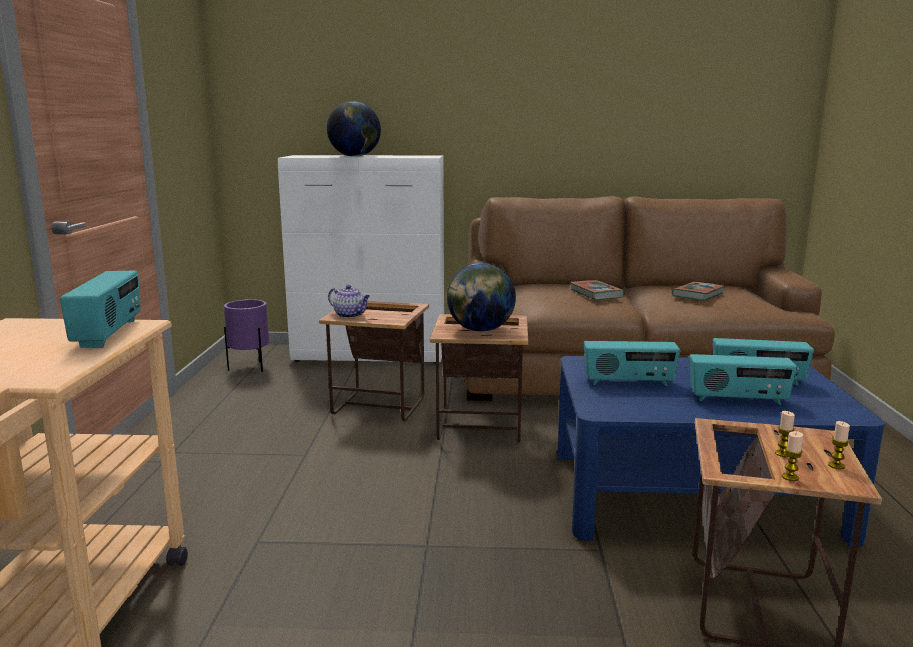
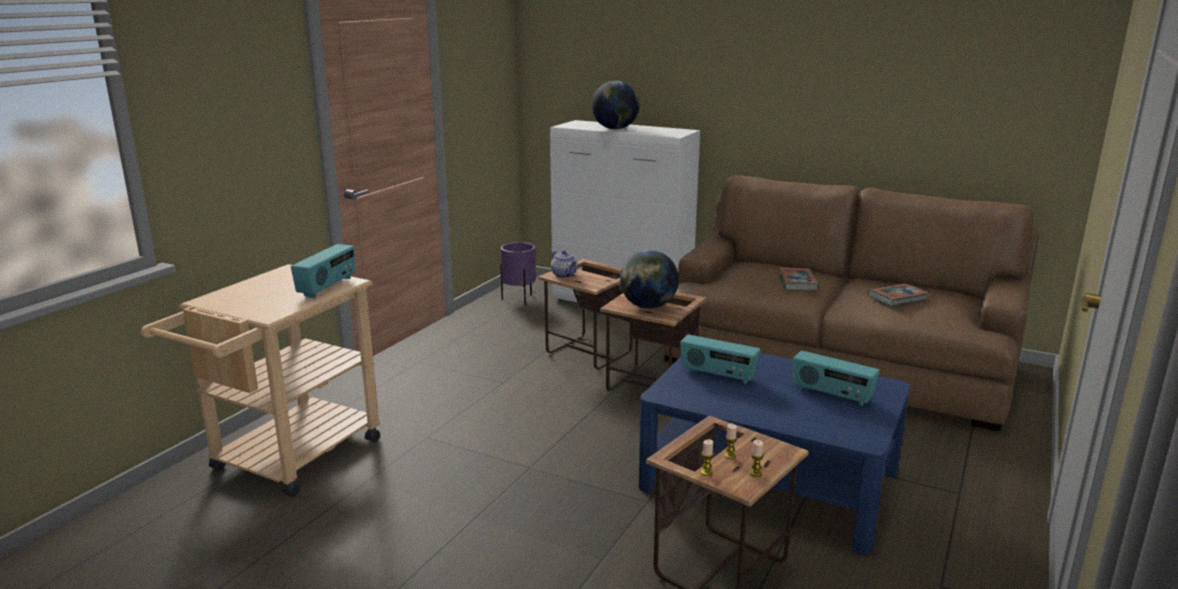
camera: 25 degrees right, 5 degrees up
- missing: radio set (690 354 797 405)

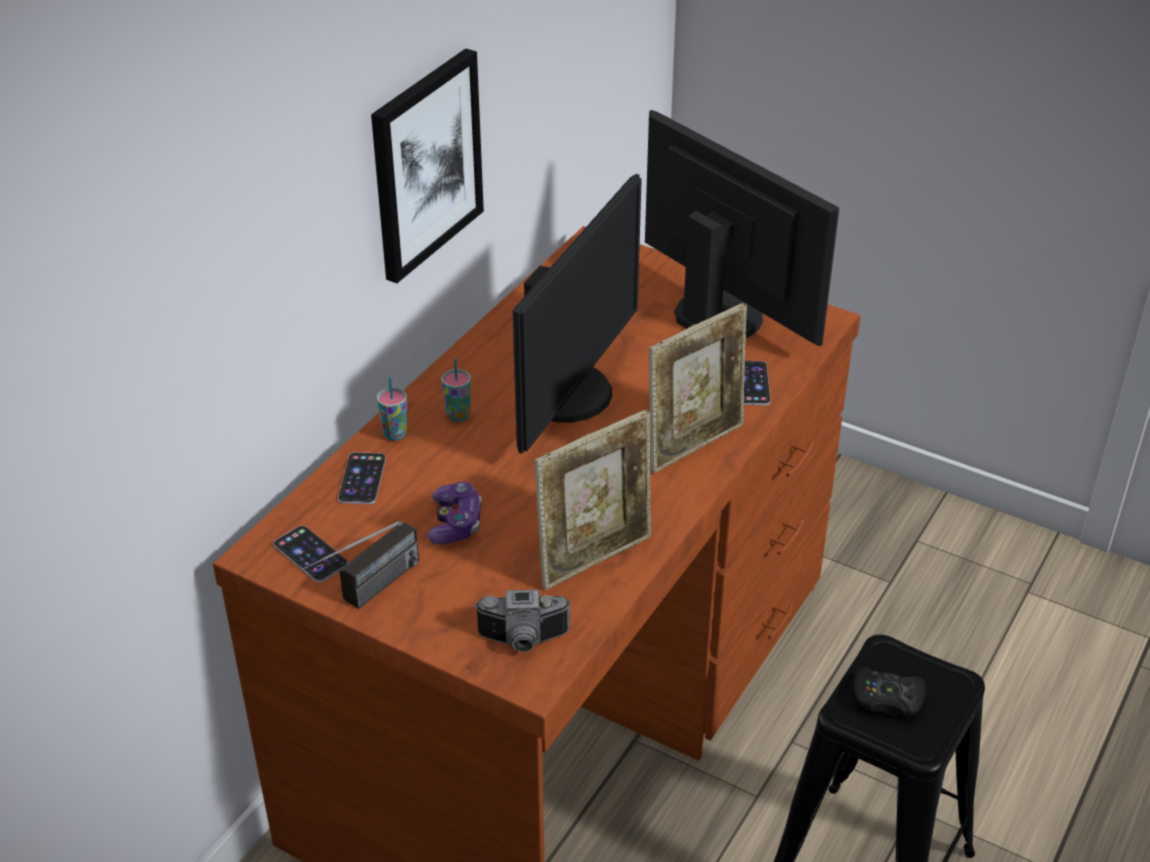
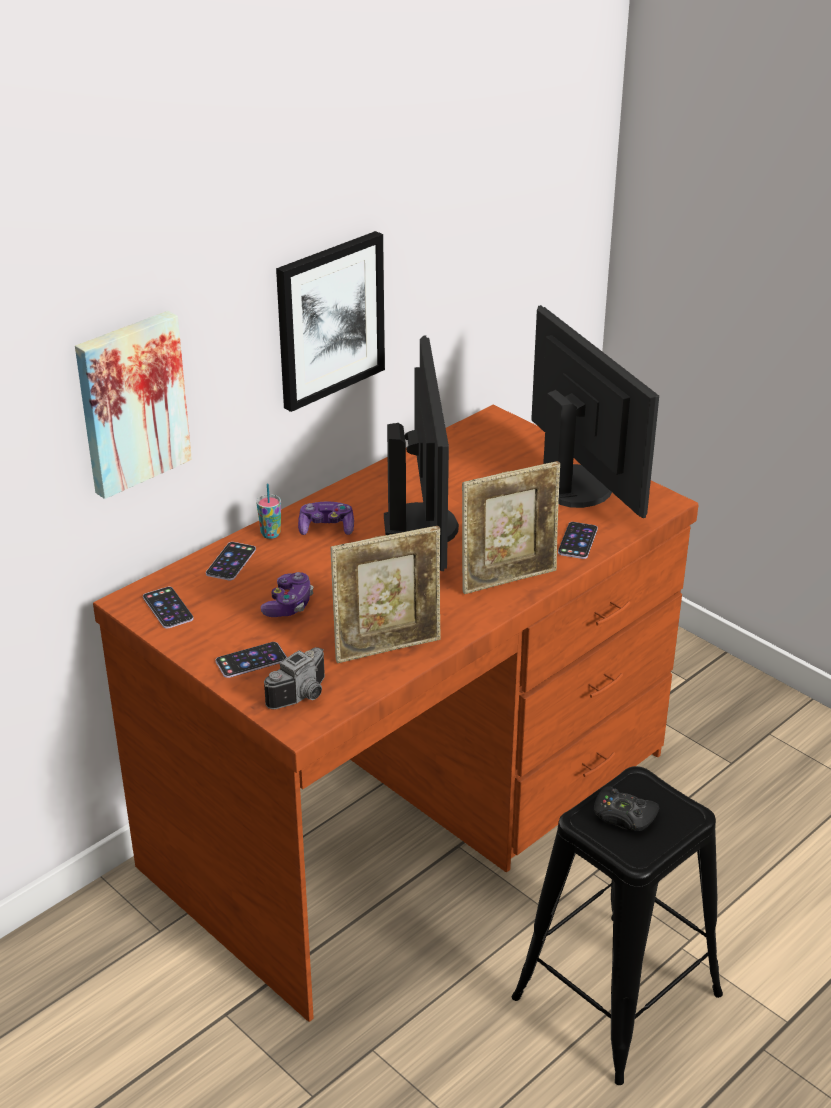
camera: 15 degrees right, 5 degrees down
- missing: radio set (300 521 419 609)
- appeared: wall art (75 311 192 499)
- appeared: phone (215 642 287 678)
- exchanged: cup (441 358 471 421) to game controller (298 502 354 535)
- spun: still camera (474 590 571 652) = (264 647 325 709) 60 degrees counterclockwise
- spun: computer display (513 174 642 454) = (384 335 459 571) 45 degrees counterclockwise

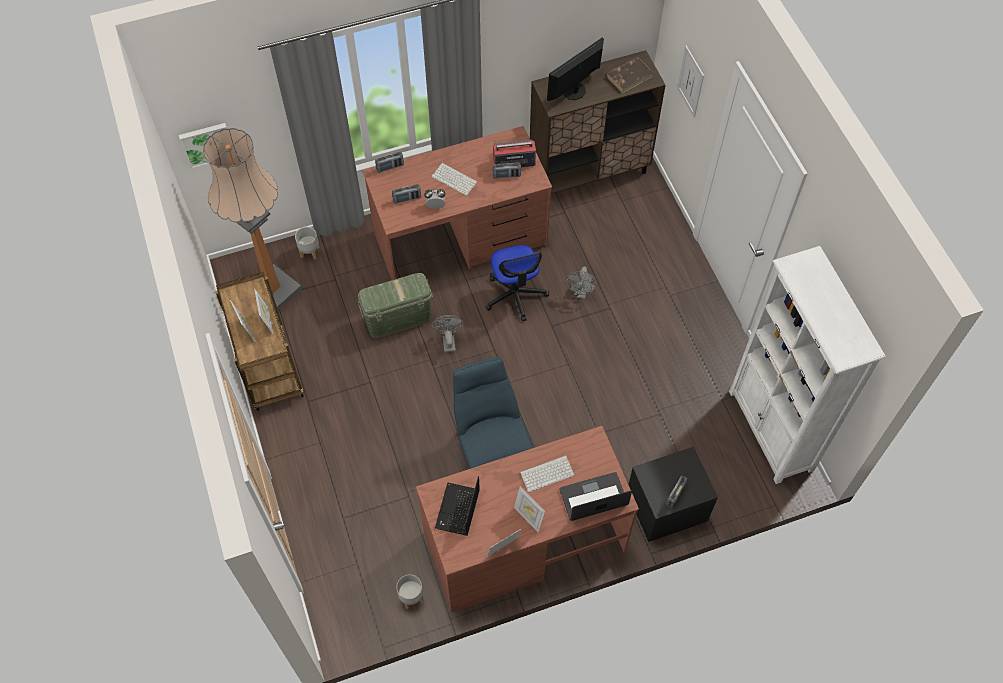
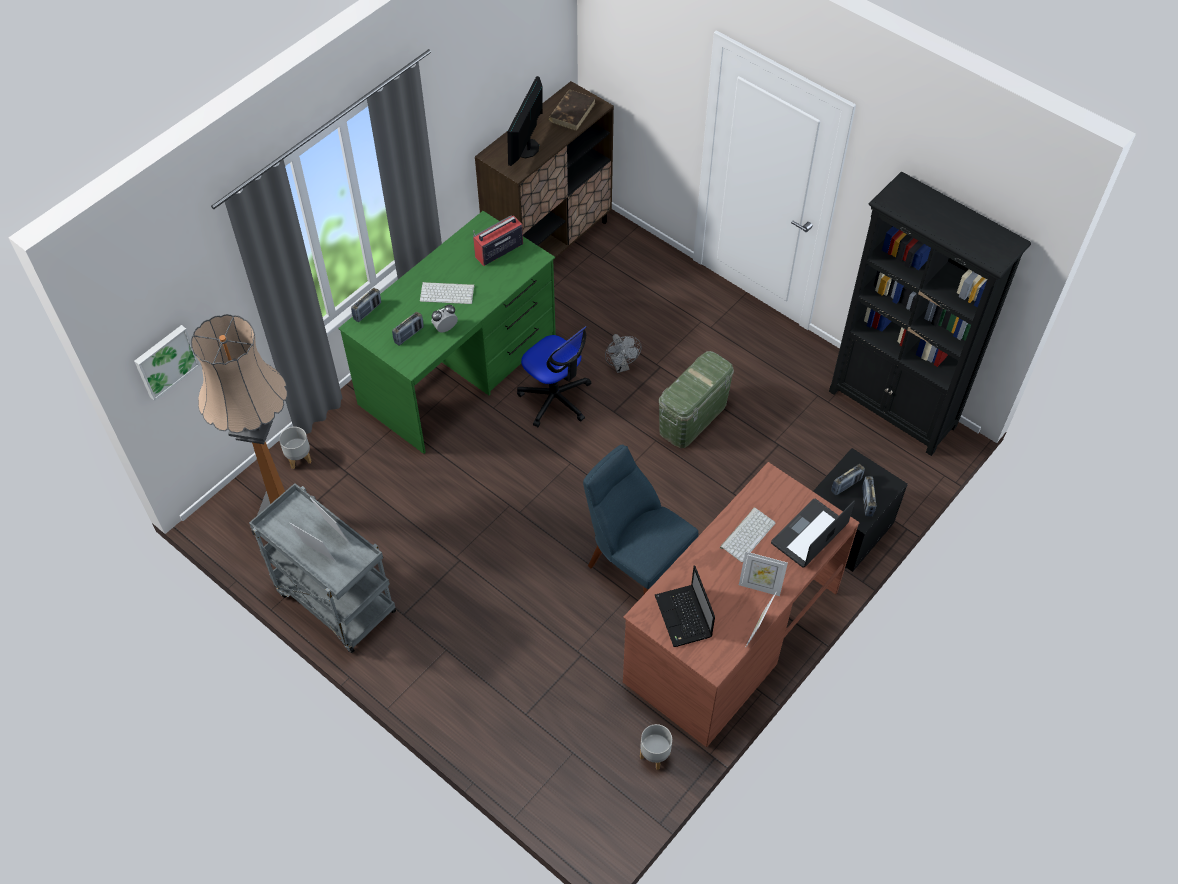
camera: 30 degrees left, 5 degrees down
- missing: cooling fan/greyish (430 315 464 353)
- missing: wall art (677 45 704 117)
- relocated: storage container/greenish (357 273 434 338) to (659 351 734 448)
- relocated: radio set (493 162 521 178) to (831 464 865 496)
- colour: wheeled cart/brownish (215 272 304 411) to wheeled cart/greyish (249 483 396 653)
- colour: desk unit/brownish (362 126 552 280) to desk unit/greenish (338 211 556 454)
- colour: bookcase/whitish (729 246 885 484) to bookcase/black (829 172 1031 456)

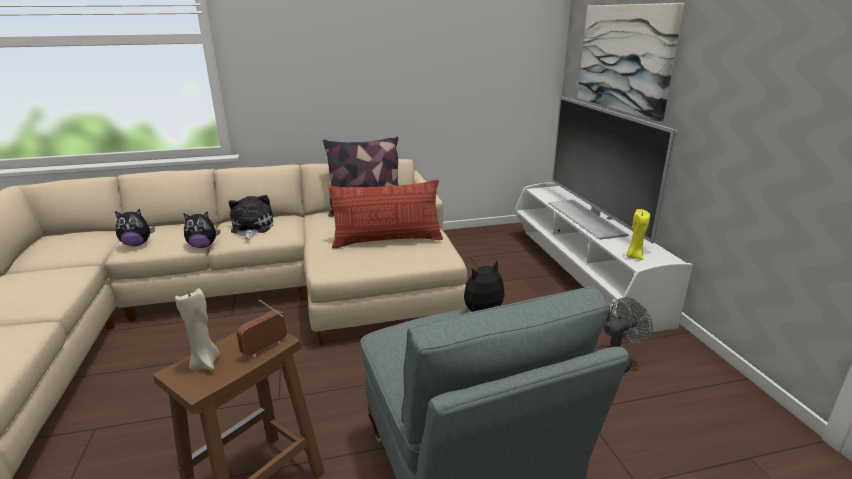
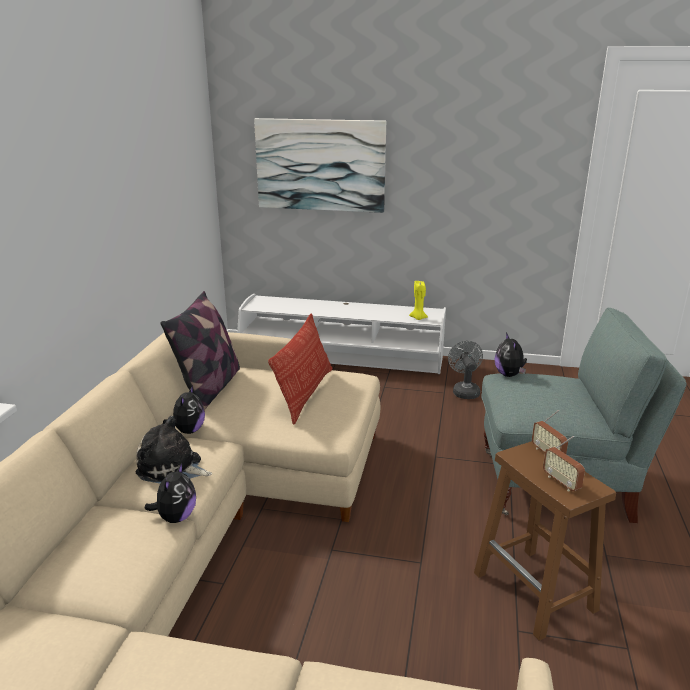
camera: 65 degrees left, 0 degrees up
- missing: television (549 96 677 243)
- relocated: cuddly toy (115 209 155 246) to (163 385 205 434)
- exchanged: wax candle/beige-coloured (175 289 220 370) to radio set (543 436 585 492)

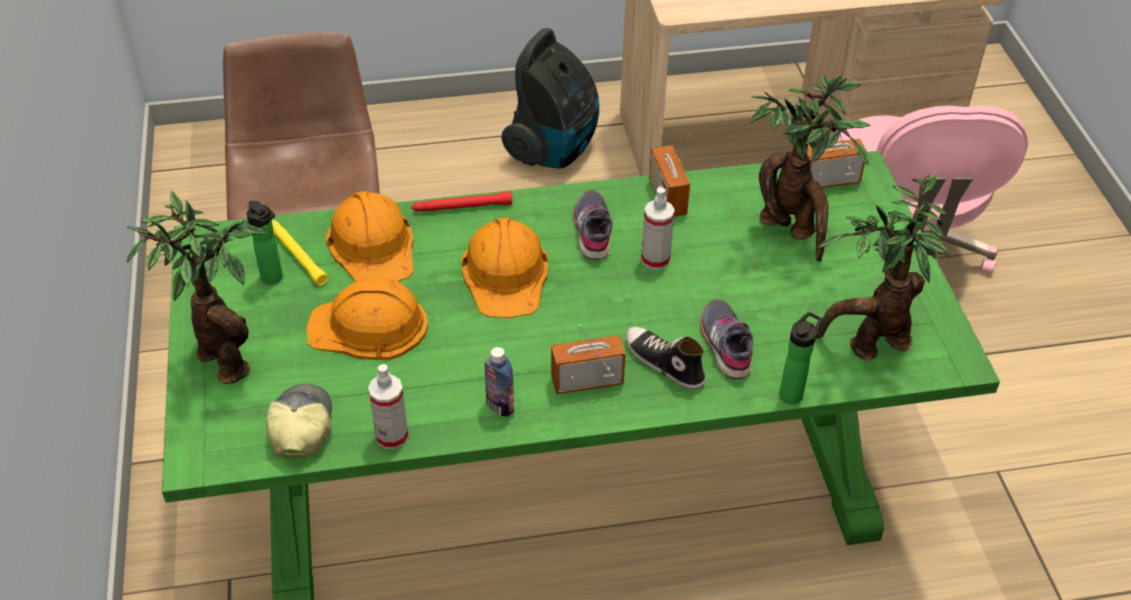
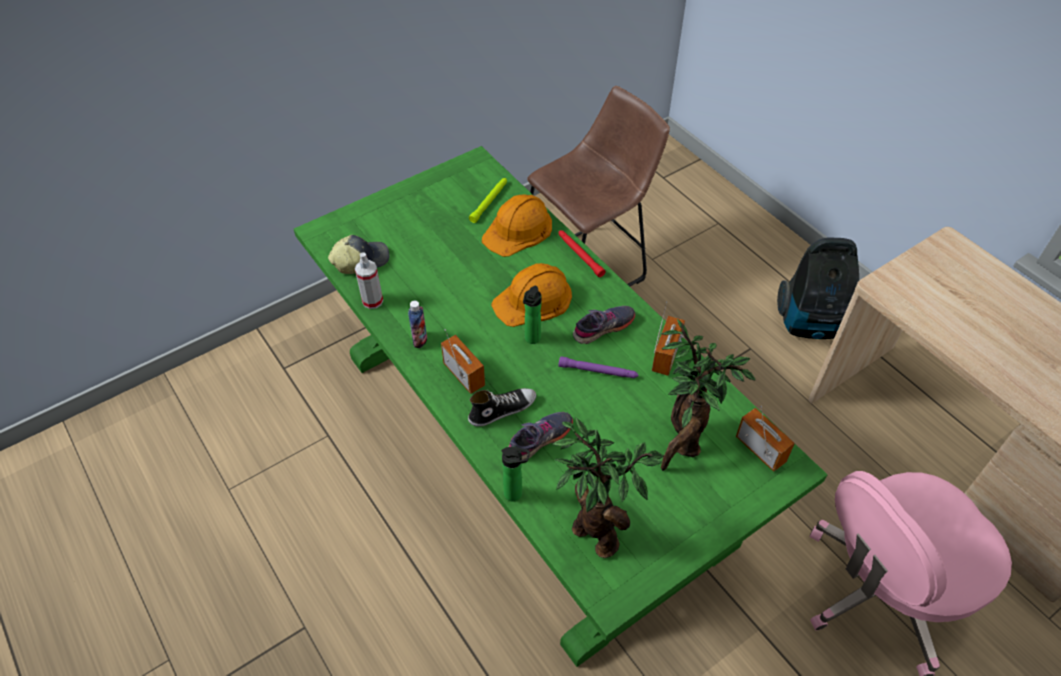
camera: 65 degrees right, 5 degrees up
- missing: houseplant (127 191 266 384)
- missing: safety helmet/orange-coloured (307 278 428 360)
- relocated: beverage bottle (246 201 283 284) to (523 286 541 344)
- exchanged: hand sprayer (641 187 675 270) to torch/purple-coloured (559 356 639 378)
- colour: torch/yellow-coloured (272 220 328 285) to torch/greenish (469 178 507 223)
- spun: low shoe (625 327 705 390) = (468 388 536 427) 45 degrees clockwise
- spun: radio set (649 133 691 217) = (652 301 685 376) 150 degrees clockwise

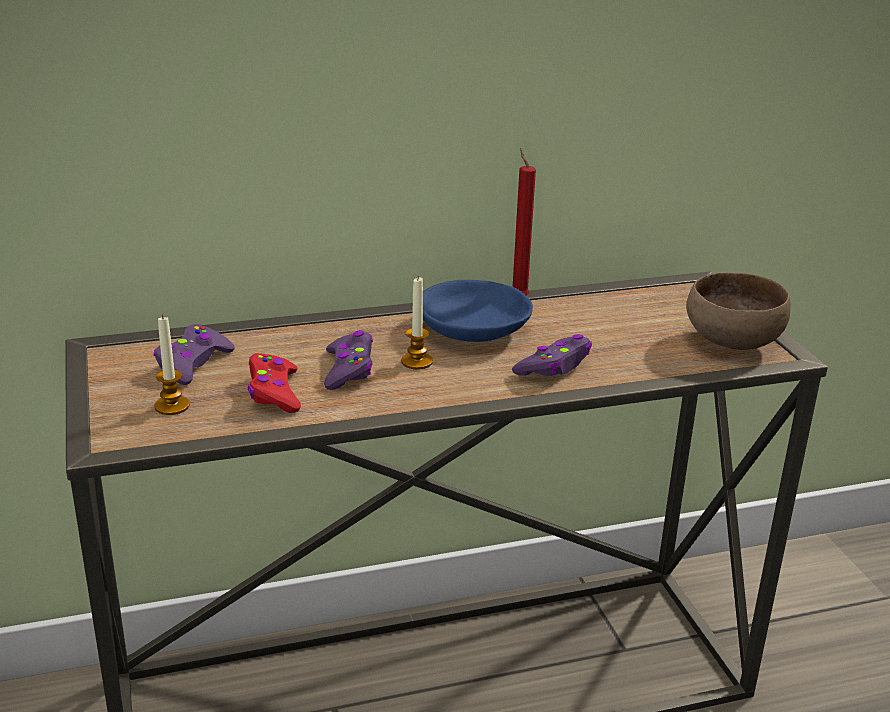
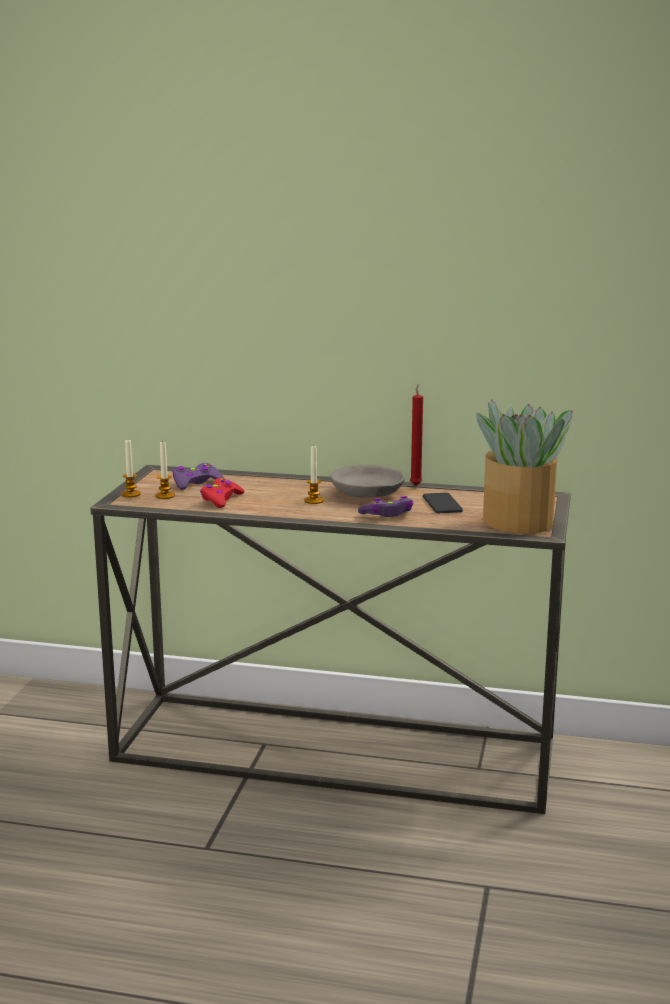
camera: 30 degrees right, 10 degrees down
- missing: game controller/purple-coloured (324 330 373 390)
- appeared: wax candle (121 440 141 498)
- appeared: phone (423 493 463 513)
- exchanged: bowl/brownish (686 273 790 350) to houseplant (477 399 573 534)
- colour: bowl/bluish (423 280 533 342) to bowl/greyish (330 465 405 498)

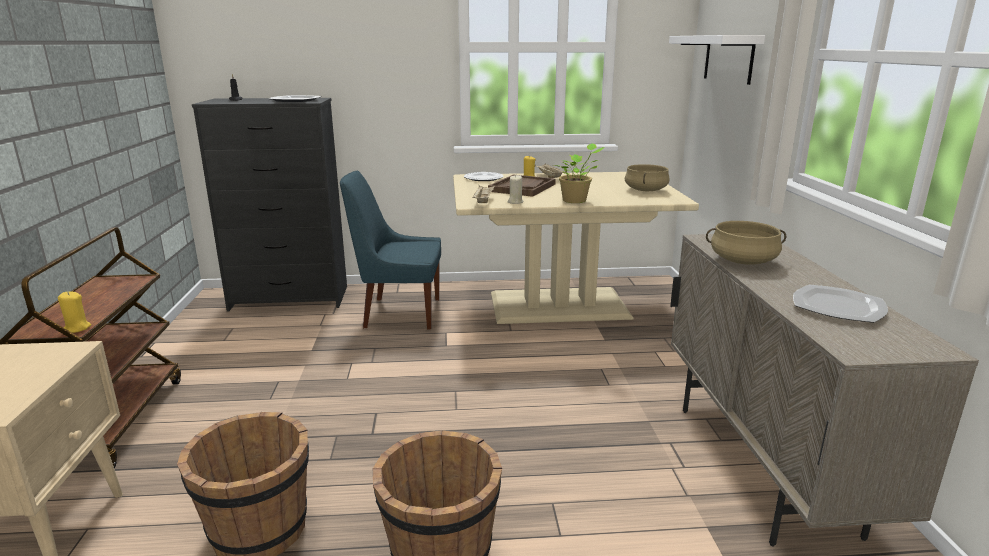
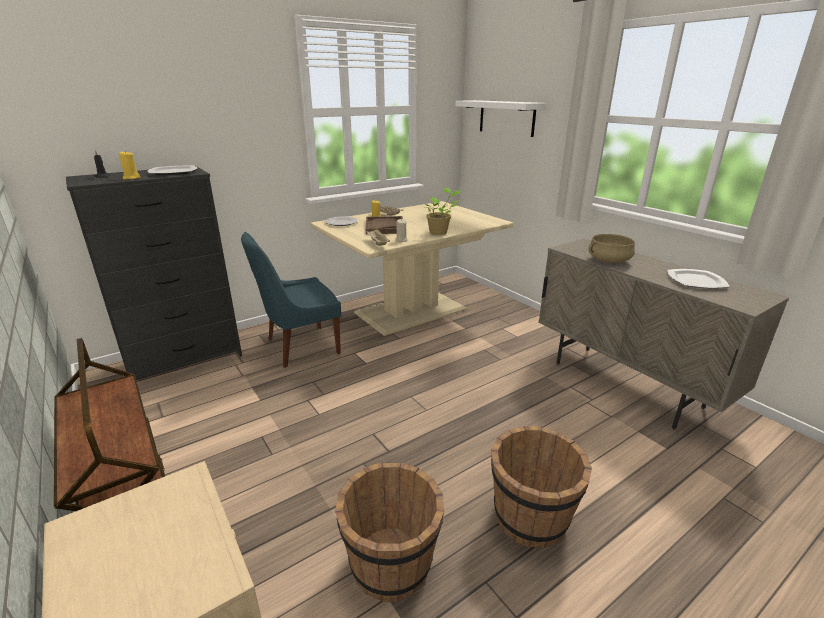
camera: 30 degrees left, 5 degrees up
- missing: stockpot/beige-coloured (625 164 670 191)
- relocated: wax candle/yellow-coloured (58 291 91 333) to (119 151 140 180)

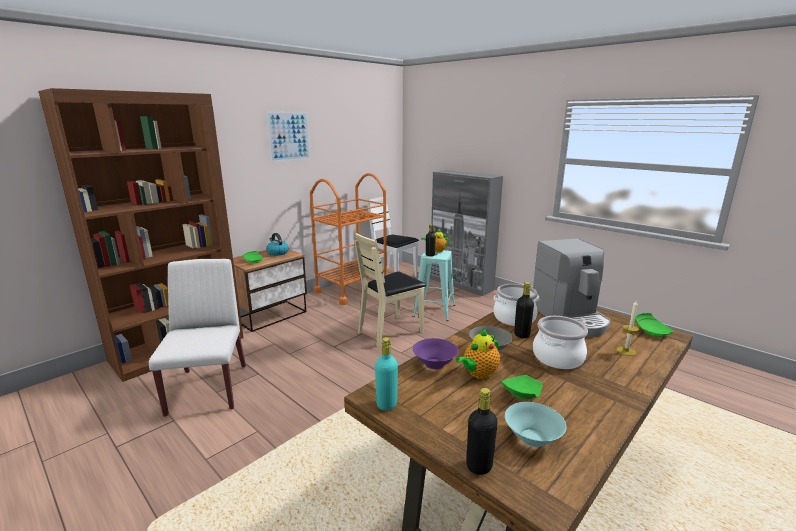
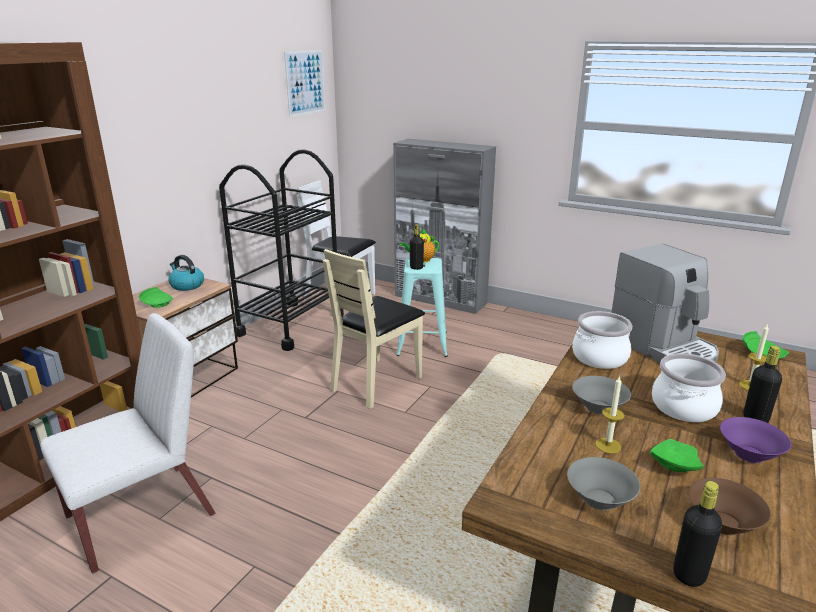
camera: 15 degrees left, 5 degrees up
- missing: beverage bottle/turquoise (375 337 398 410)
- appeared: bowl/greyish (567 457 640 511)
- relocated: wall art (266 111 311 162) to (284 50 325 117)
- relocated: bowl/purple-coloured (413 338 458 369) to (720 417 791 463)
- relocated: beverage bottle/black (514 282 534 338) to (743 346 782 423)
- exchanged: tea pot (456 328 500 379) to wax candle (595 375 625 453)
- colour: wheeled cart/orange-coloured (310 173 387 305) to wheeled cart/black (219 149 344 351)
- colour: bowl/turquoise (505 402 566 447) to bowl/brownish (689 478 771 535)
- spun: upright chair/whitish (149 259 246 417) = (40 313 216 574) 75 degrees clockwise

